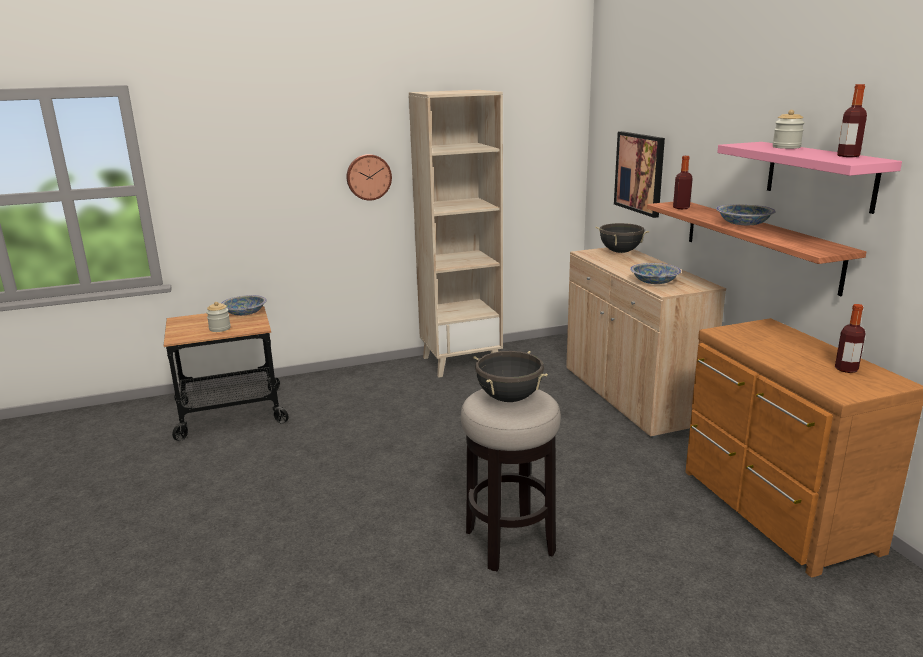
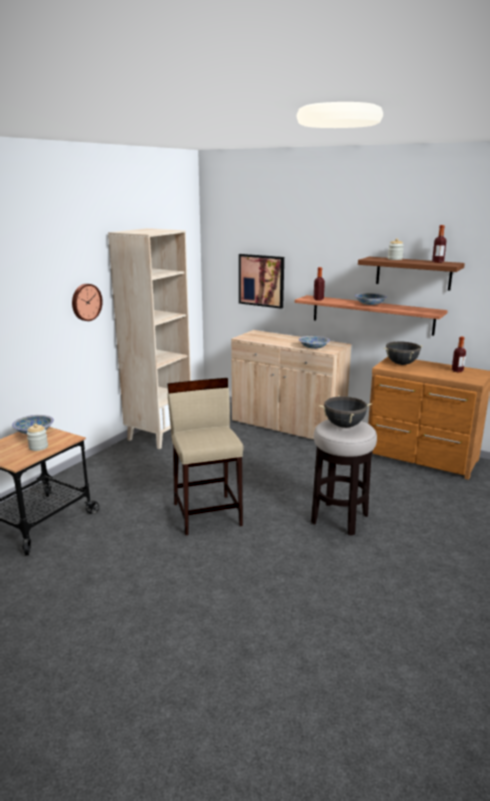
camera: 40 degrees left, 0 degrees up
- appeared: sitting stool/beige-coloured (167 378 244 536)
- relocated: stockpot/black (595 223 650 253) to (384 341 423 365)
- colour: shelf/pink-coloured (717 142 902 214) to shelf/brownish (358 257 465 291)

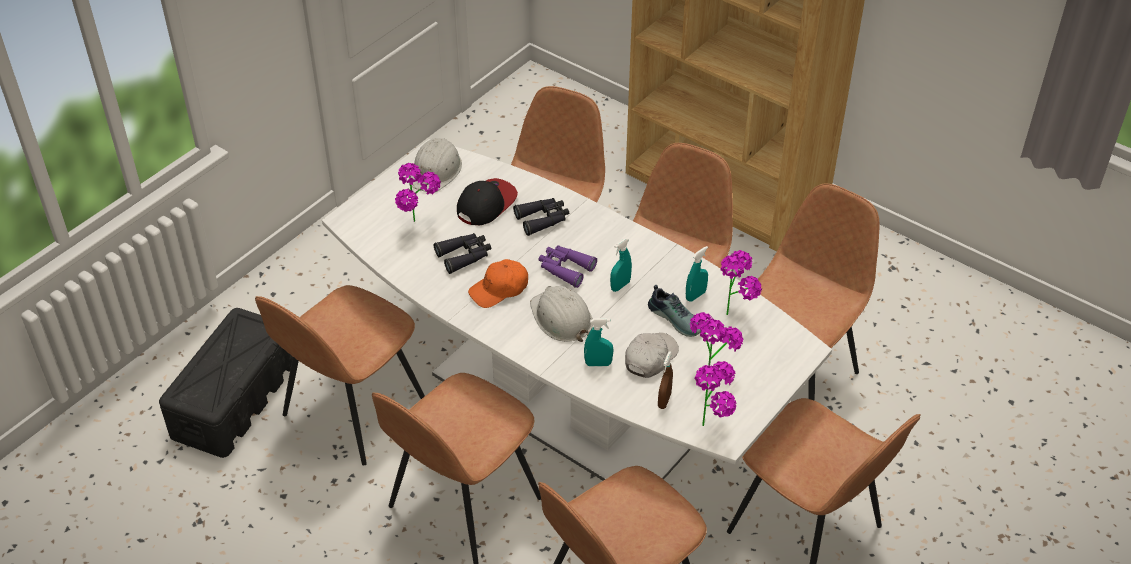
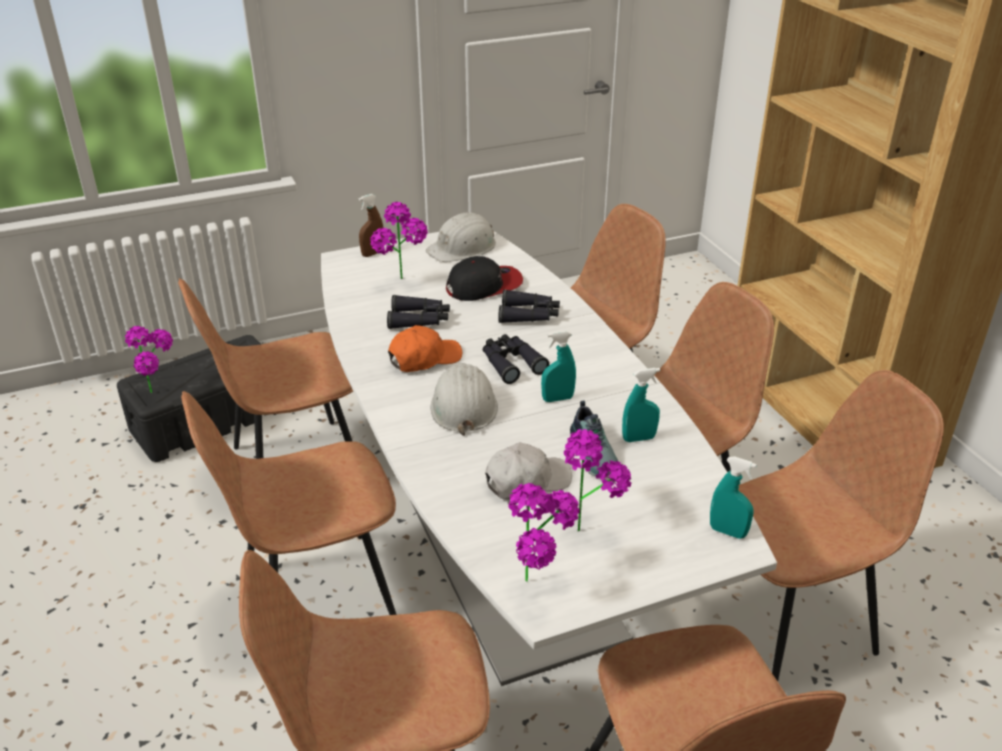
camera: 30 degrees right, 10 degrees down
- relocated: hand sprayer/turquoise (584 318 614 366) to (710 456 757 539)
- relocated: hand sprayer/brownish (658 351 673 409) to (359 194 383 257)
- relocated: houseplant (720 250 762 315) to (125 326 173 393)
- colour: pair of binoculars/purple-coloured (538 245 597 288) to pair of binoculars/black (483 334 549 384)
- spun: peaked cap/orange-coloured (468 259 528 308) = (388 325 462 372) 150 degrees clockwise

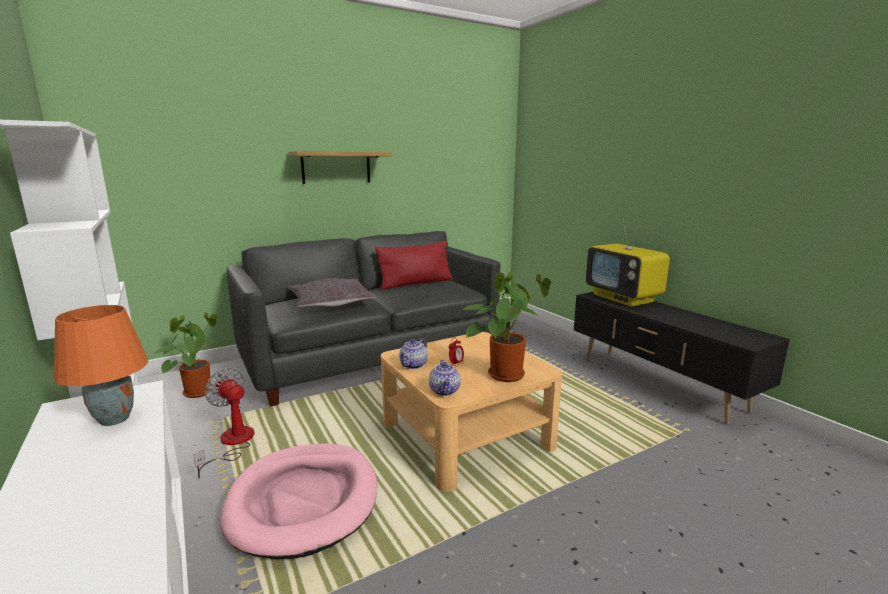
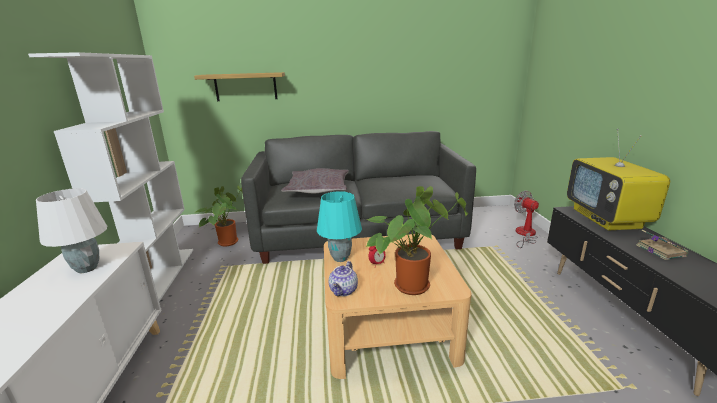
camera: 25 degrees right, 5 degrees up
- missing: dog bed/pink-coloured (220 443 377 559)
- missing: throw pillow/red (375 241 453 290)
- appeared: book (636 230 688 260)
- relocated: cooling fan (193 368 254 478) to (514 191 539 248)
- relocated: shelf (288 151 392 184) to (194 72 285 101)
- exchanged: tea pot (399 338 428 369) to table lamp/turquoise (317 191 362 262)
- colour: table lamp/orange-coloured (54 305 148 426) to table lamp/whitish (36 188 107 273)

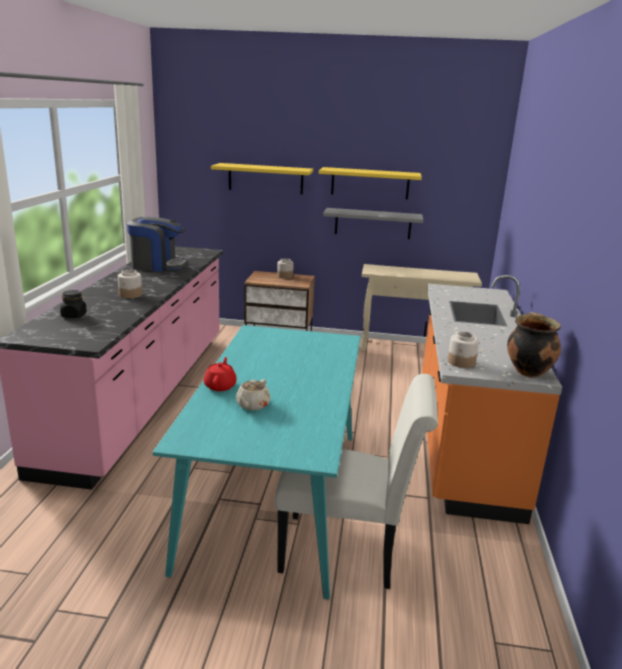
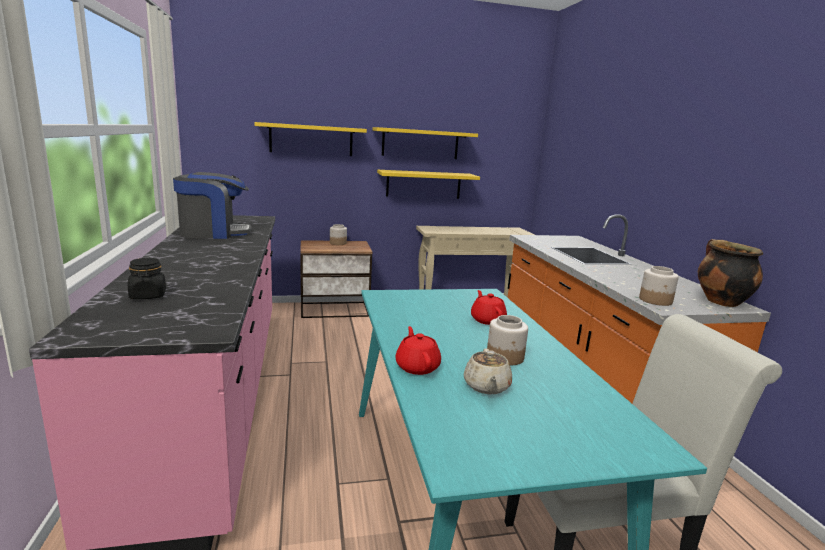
camera: 20 degrees left, 5 degrees down
- appeared: tea pot/red (471 290 507 325)
- relocated: jar (118 270 142 298) to (487 315 528 365)
- colour: shelf/greyish (323 208 423 239) to shelf/yellow-coloured (377 170 480 199)

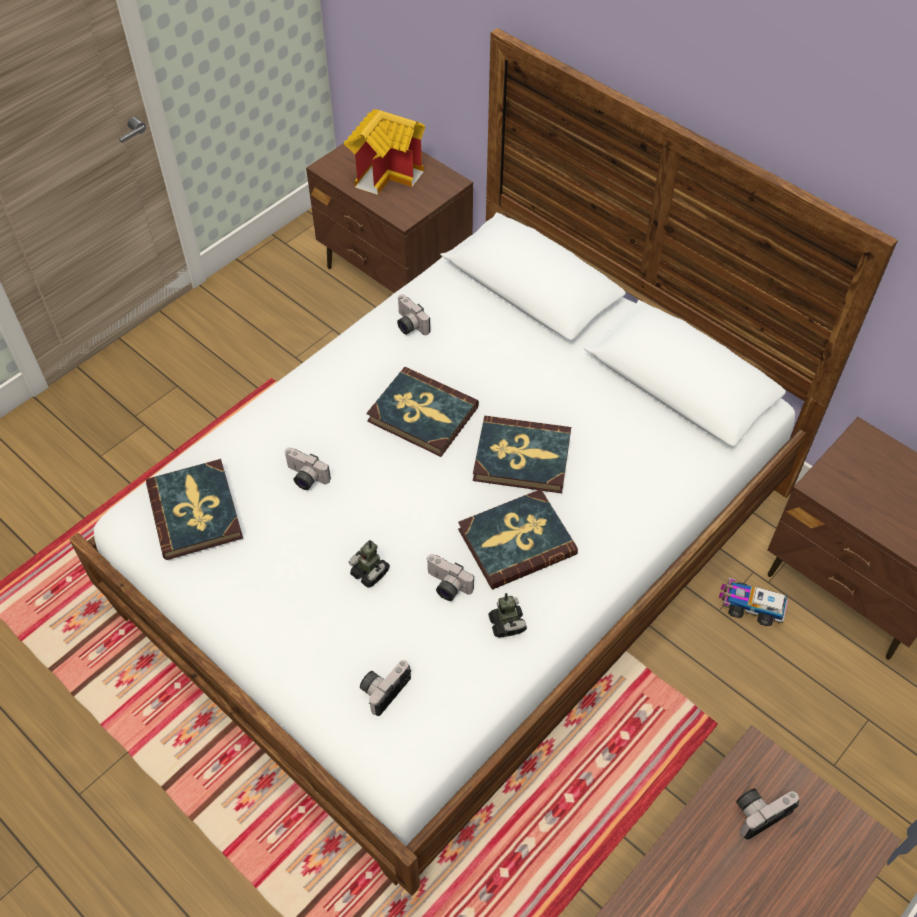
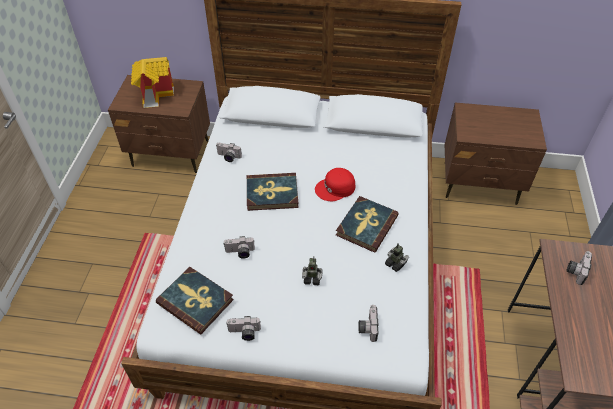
camera: 35 degrees left, 5 degrees down
- missing: toy lorry (719 578 788 626)
- relocated: still camera (426 554 474 601) to (226 316 261 341)
- exchanged: book (473 415 571 493) to peaked cap/red (315 168 355 201)

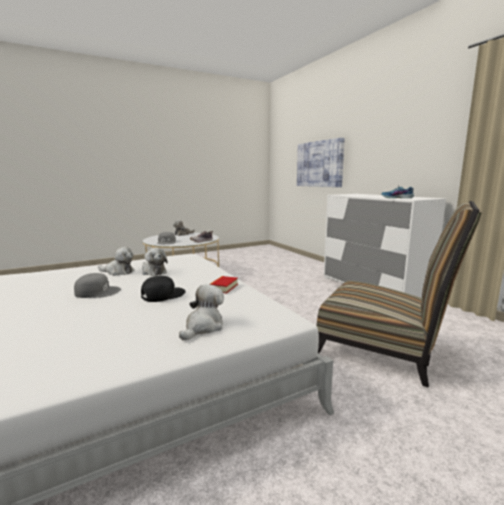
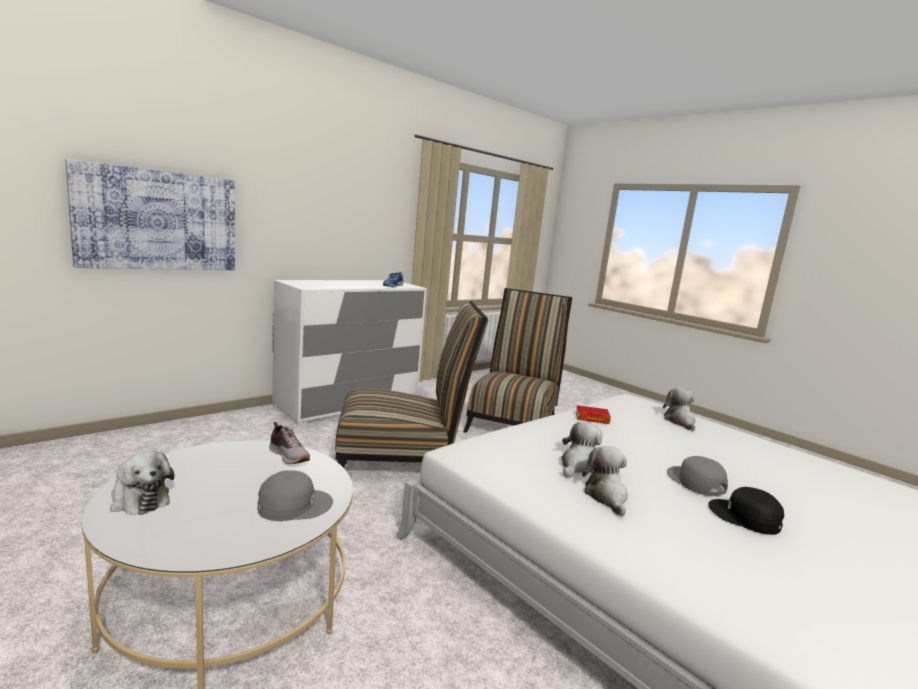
camera: 105 degrees left, 0 degrees up
- appeared: upright chair (335 301 488 468)
- relocated: peaked cap/black (141 276 185 302) to (708 487 784 535)
- spun: cuddly toy (179 284 224 340) = (663 388 696 431) 75 degrees clockwise

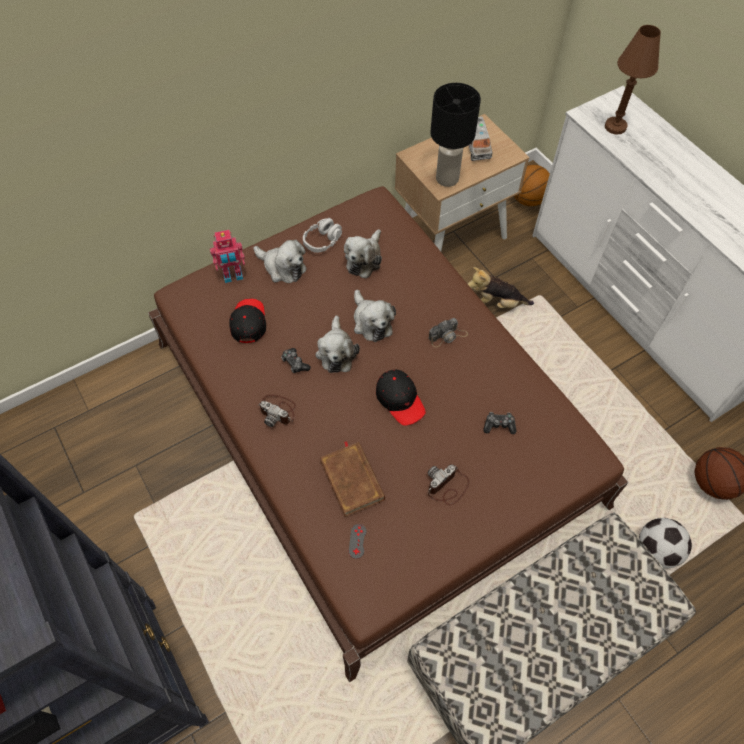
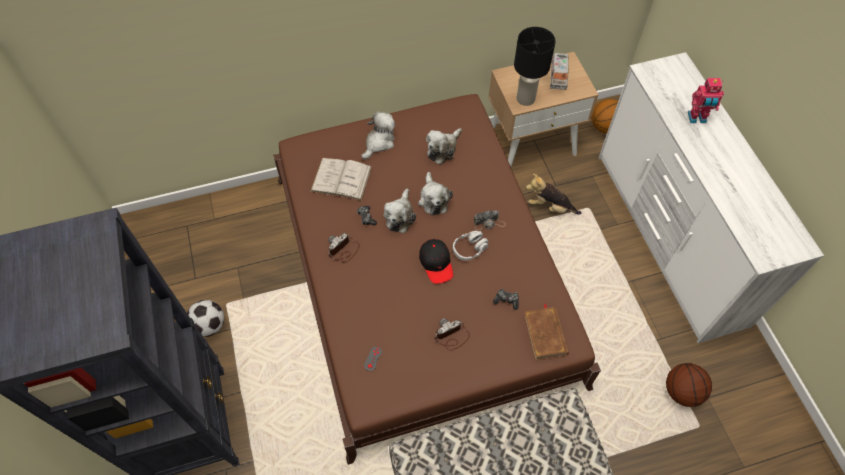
camera: 15 degrees right, 0 degrees up
- missing: table lamp/brownish (605 25 661 135)
- relocated: model robot (210 230 245 283) to (688 78 724 123)
- relocated: headphones/greyish (303 218 342 253) to (453 231 489 261)
- relocated: book/brownish (320 441 385 517) to (524 304 569 360)
- relocated: ball for football (639 518 692 568) to (187 300 224 337)
- exchanged: peaked cap/black (229 299 266 343) to book/whitish (310 158 372 201)
- spun: cuddly toy (253 240 307 283) = (361 111 395 160) 105 degrees counterclockwise
- spun: still camera (258 394 296 427) = (328 233 360 262) 90 degrees clockwise

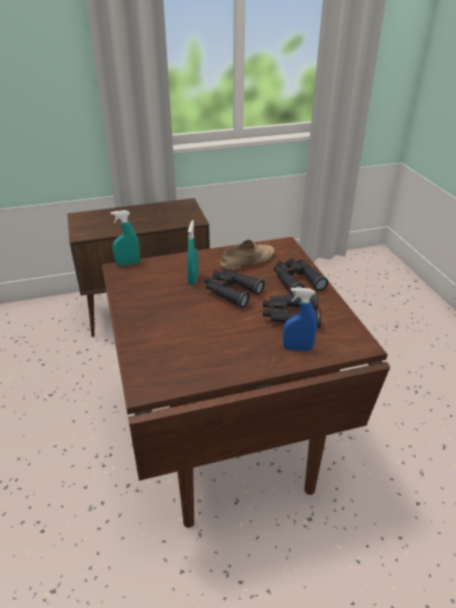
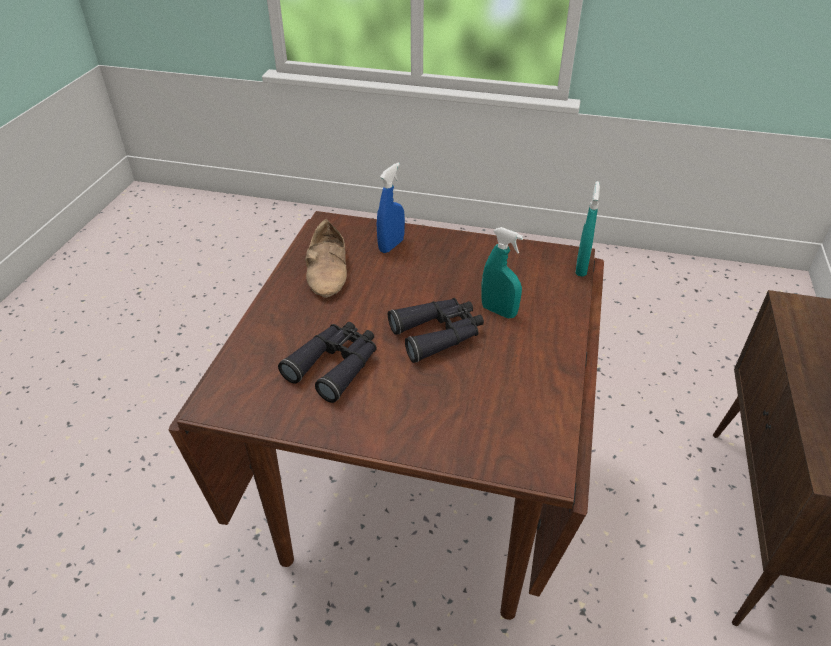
camera: 120 degrees right, 5 degrees up
- missing: pair of binoculars/black (274 258 328 295)
- relocated: low shoe/beige-coloured (220 239 275 270) to (305 219 347 298)
- relocated: hand sprayer/bluish (283 287 317 351) to (377 163 405 253)

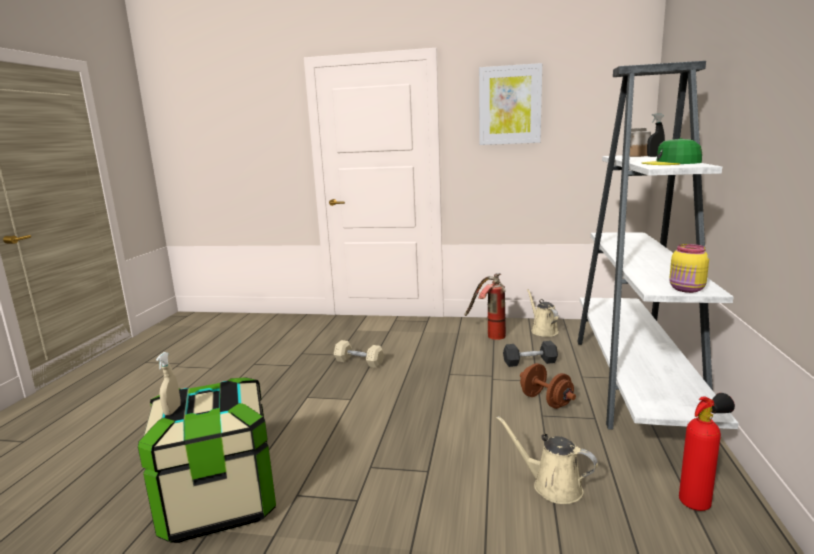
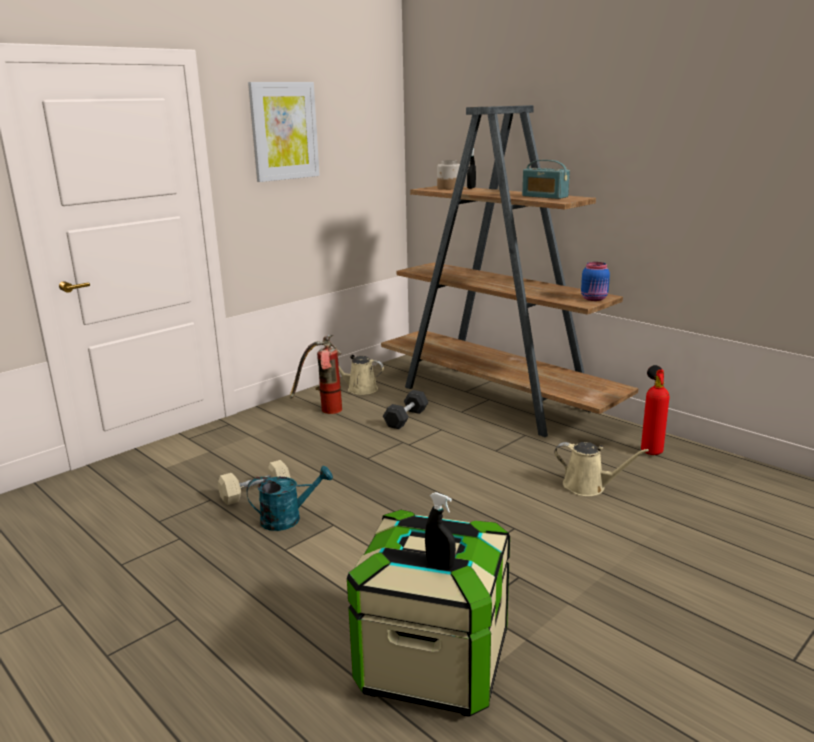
camera: 55 degrees left, 5 degrees up
- missing: hand weight/brownish (520 363 576 409)
- appeared: watering can/turquoise (247 466 333 531)
- exchanged: peaked cap/greenish (642 138 702 165) to radio set (522 160 570 199)
- colour: hand sprayer/beige-coloured (156 352 181 415) to hand sprayer/black (425 492 456 569)
- colour: bookcase/whitish (577 61 739 430) to bookcase/brownish (381 105 638 437)
- colour: jar/yellow-coloured (669 244 709 293) to jar/bluish (581 262 610 301)
- spun: watering can/beige-coloured (497 416 598 504) = (554 442 649 496) 135 degrees counterclockwise

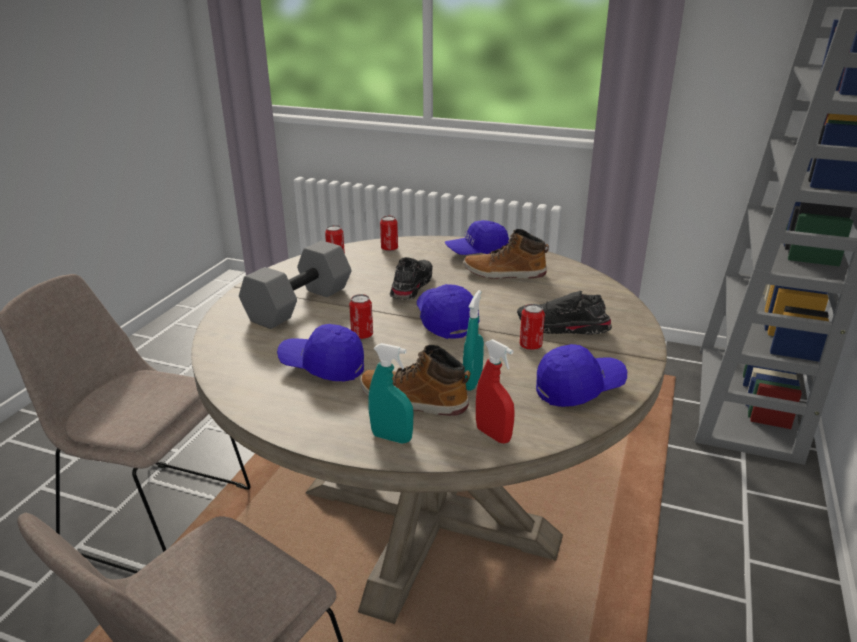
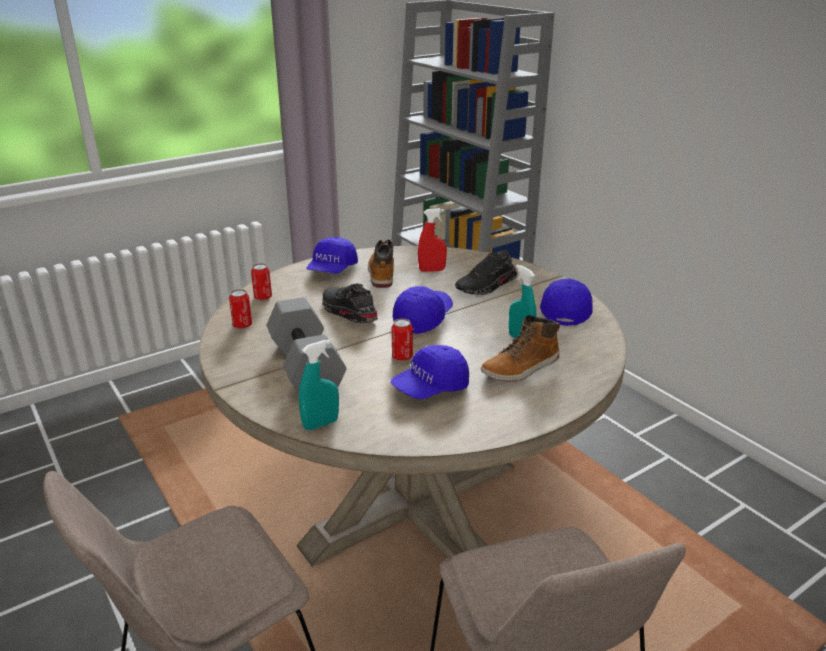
camera: 55 degrees left, 0 degrees up
- missing: can (520 304 545 350)
- relocated: hand sprayer/turquoise (368 343 413 443) to (299 339 339 430)
- relocated: hand sprayer/red (476 339 515 443) to (418 208 447 272)
- spun: peaked cap/bluish (417 284 479 339) = (393 286 453 334) 105 degrees clockwise
- spun: high-top boot (463 229 549 279) = (368 239 394 288) 135 degrees clockwise

